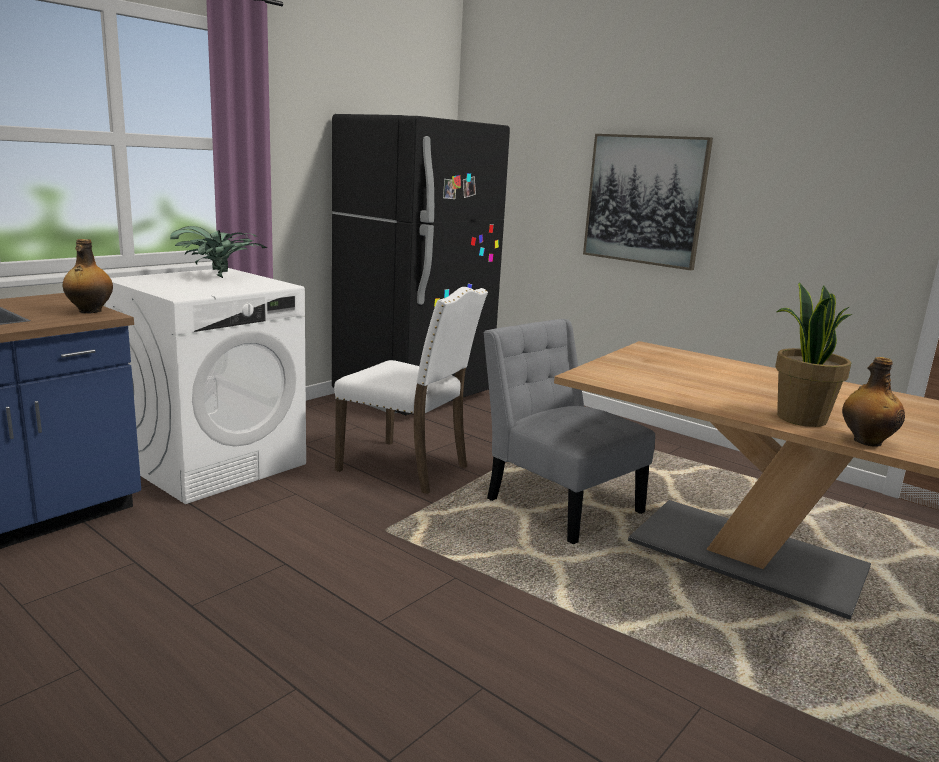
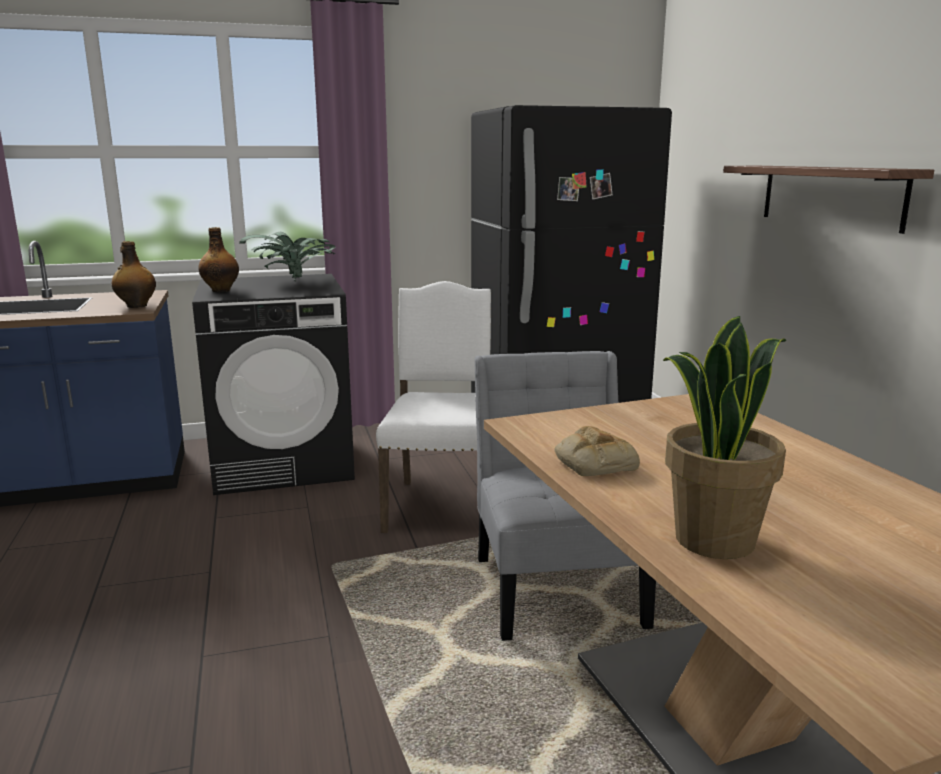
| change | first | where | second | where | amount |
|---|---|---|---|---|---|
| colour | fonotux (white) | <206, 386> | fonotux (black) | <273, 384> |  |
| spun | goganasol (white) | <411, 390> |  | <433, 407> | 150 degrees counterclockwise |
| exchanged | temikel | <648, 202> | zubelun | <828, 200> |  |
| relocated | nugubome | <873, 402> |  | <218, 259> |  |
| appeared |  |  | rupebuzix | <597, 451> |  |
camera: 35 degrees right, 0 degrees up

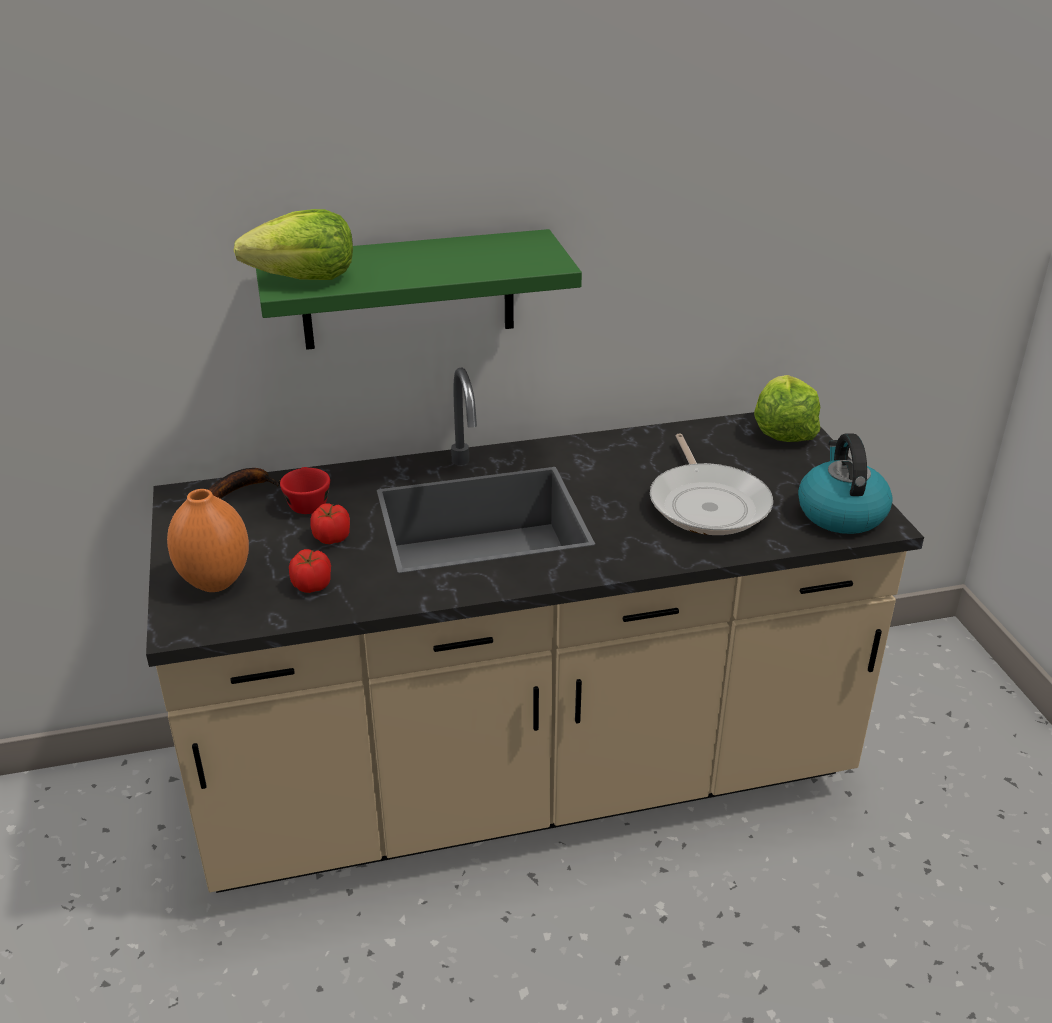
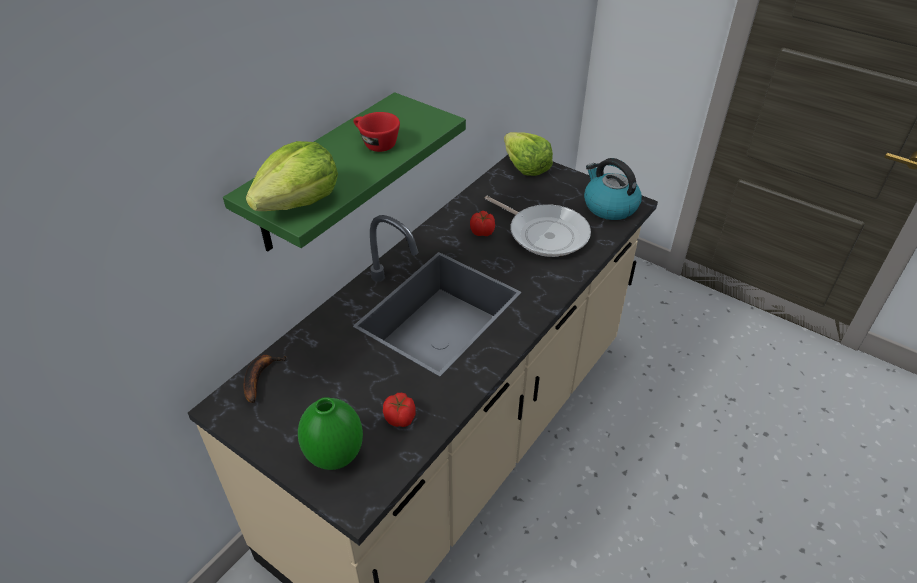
| change | first | where | second | where | amount |
|---|---|---|---|---|---|
| colour | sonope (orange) | <208, 540> | sonope (green) | <330, 433> |  |
| relocated | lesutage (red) | <305, 490> |  | <376, 132> |  |
| relocated | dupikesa | <330, 523> |  | <482, 223> |  |
camera: 40 degrees left, 10 degrees up

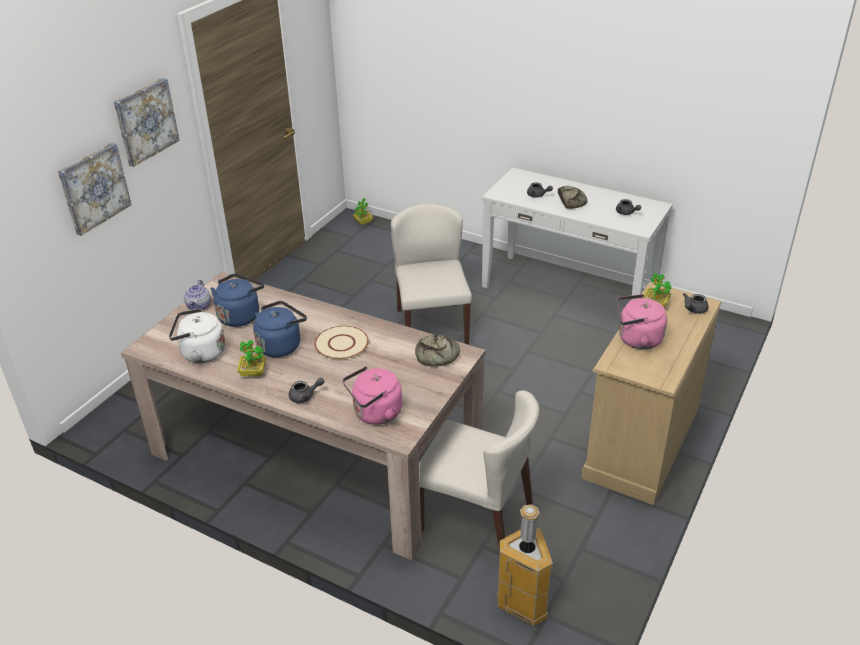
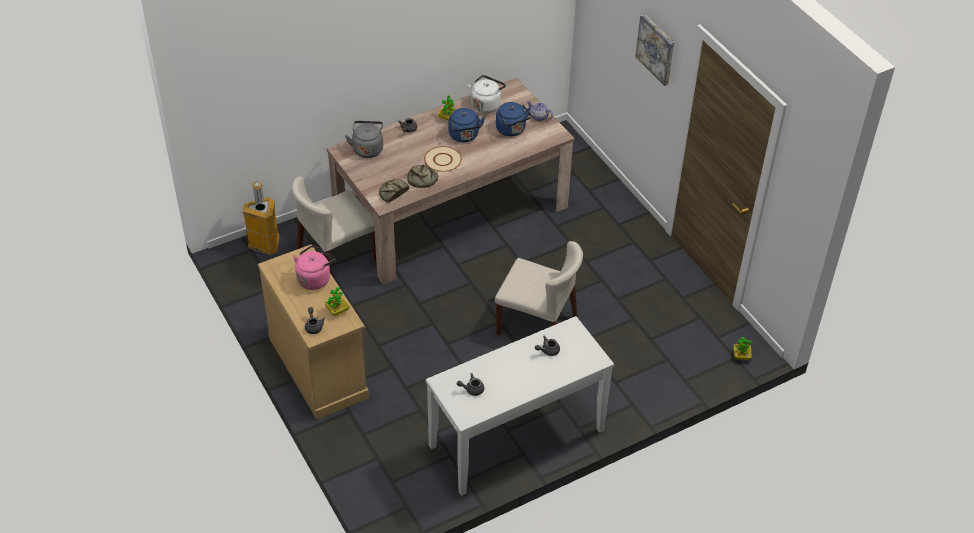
| change | first | where | second | where | amount |
|---|---|---|---|---|---|
| missing | temikel | <95, 189> |  |  |  |
| colour | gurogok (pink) | <372, 395> | gurogok (grey) | <364, 139> |  |
| relocated | rupebuzix | <572, 197> |  | <422, 176> |  |
camera: 120 degrees right, 10 degrees up

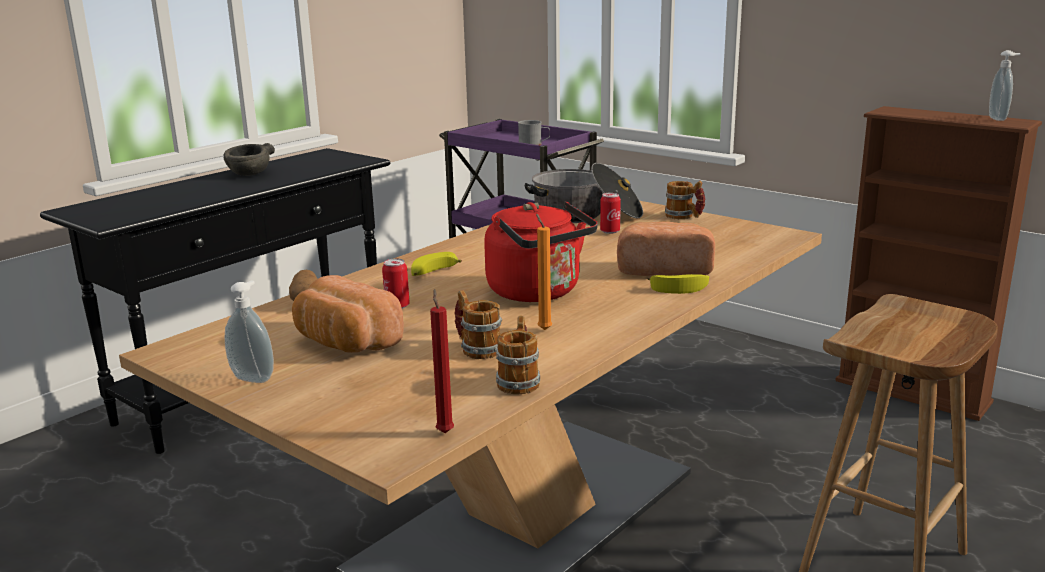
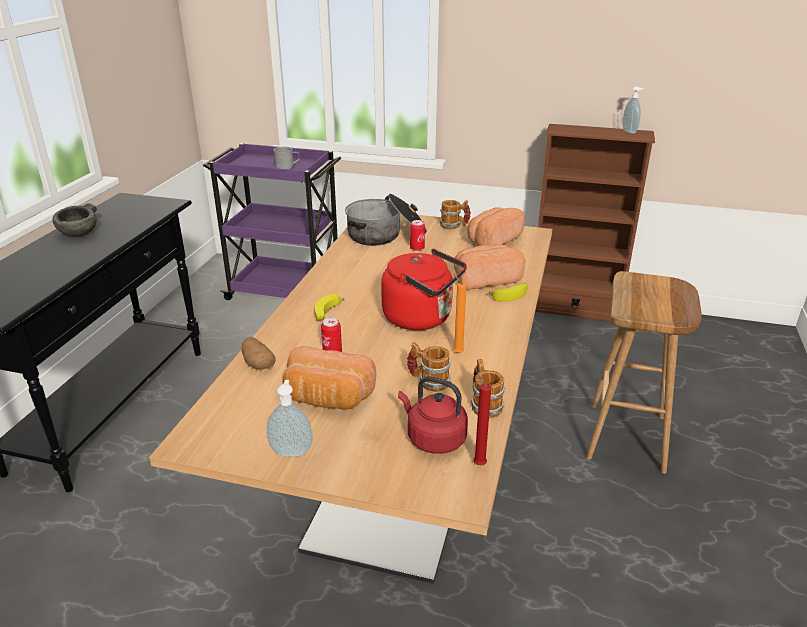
| change | first | where | second | where | amount |
|---|---|---|---|---|---|
| appeared |  |  | gurogok (red) | <433, 415> |  |
| appeared |  |  | rupebuzix | <496, 226> |  |
camera: 25 degrees left, 10 degrees up

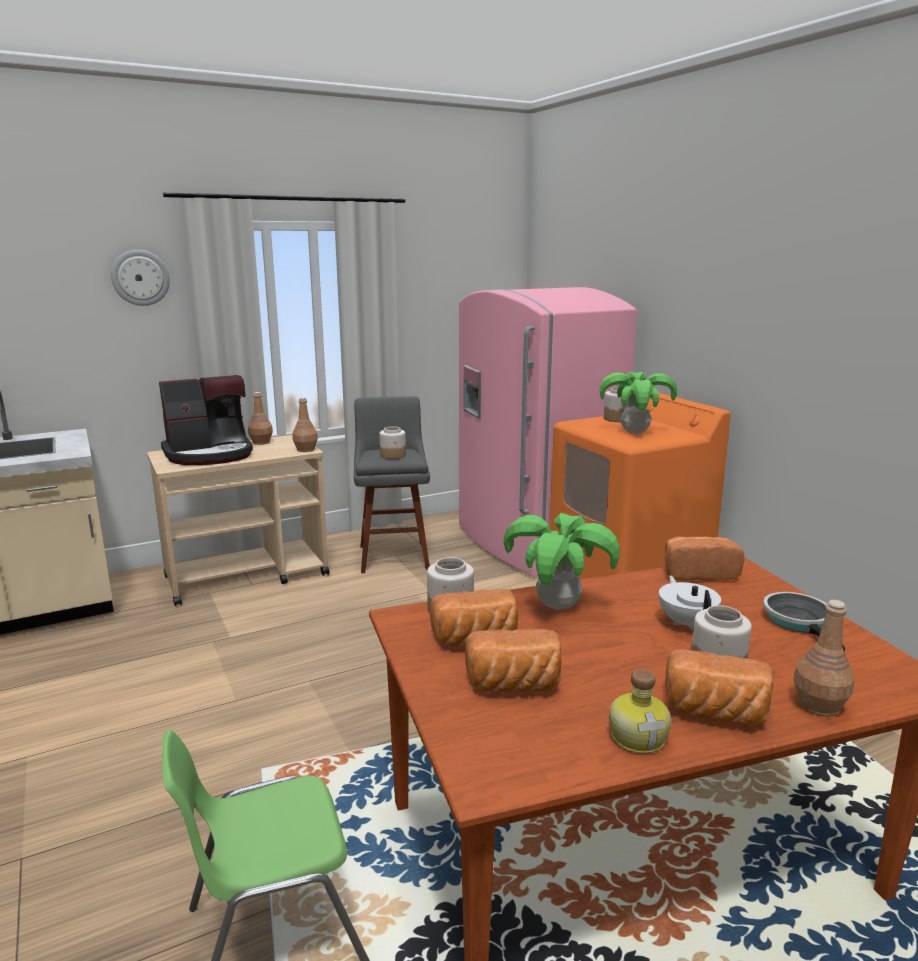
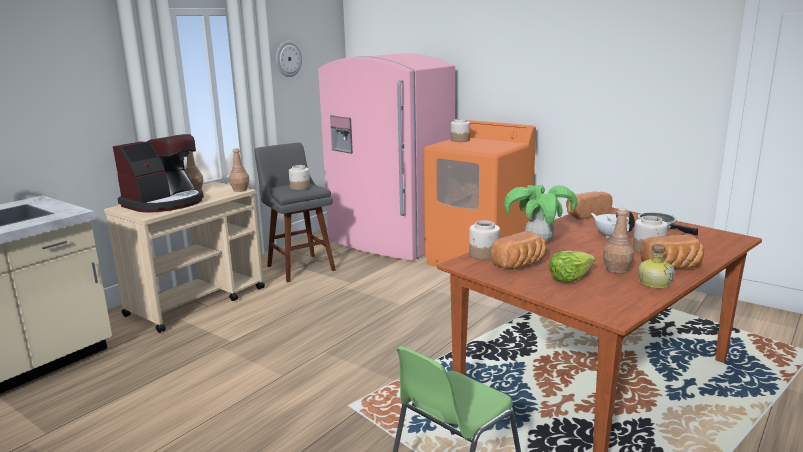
| change | first | where | second | where | amount |
|---|---|---|---|---|---|
| relocated | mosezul | <140, 278> |  | <289, 59> |  |
| exchanged | rupebuzix | <513, 660> | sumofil | <572, 267> |  |
| missing | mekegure | <638, 403> |  |  |  |
| relocated | nugubome (brown) | <824, 658> |  | <619, 241> |  |
camera: 25 degrees left, 0 degrees up

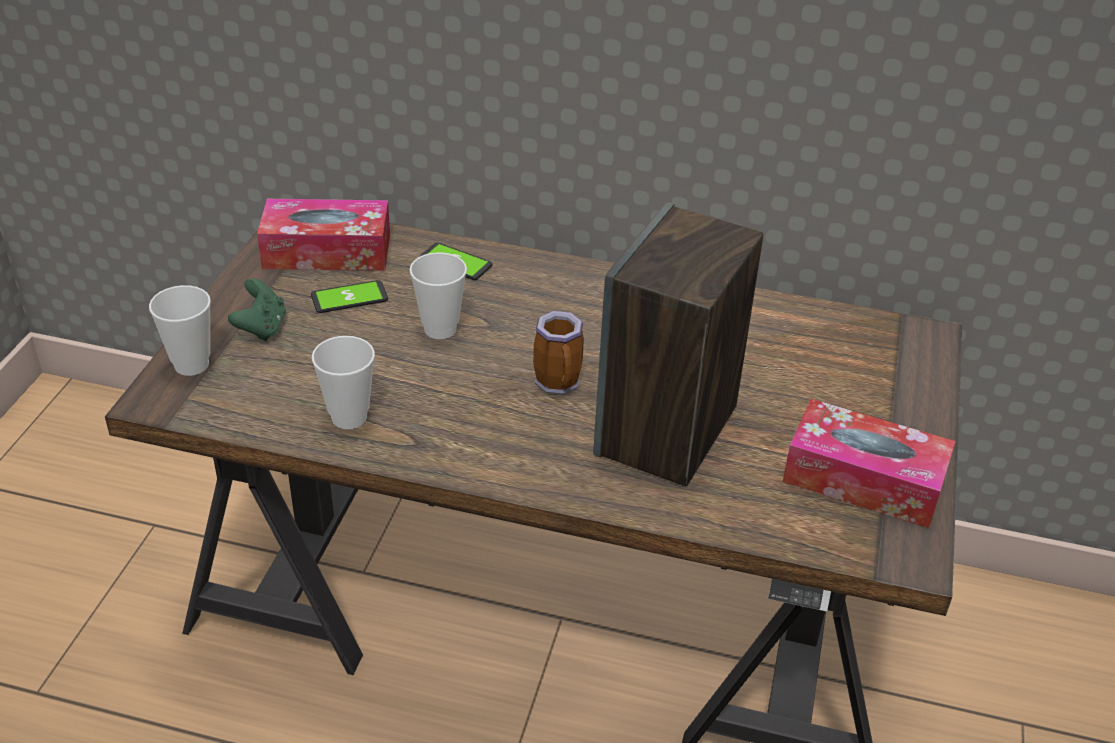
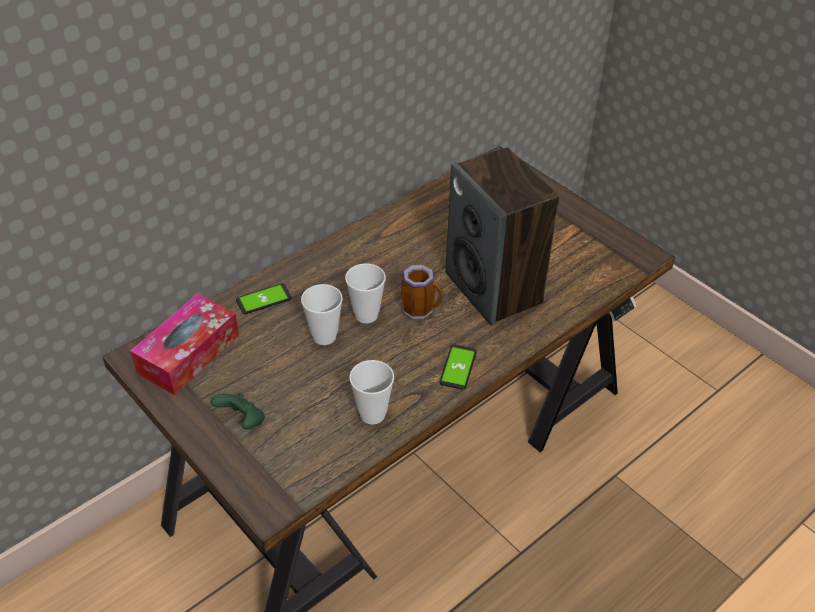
| change | first | where | second | where | amount |
|---|---|---|---|---|---|
| relocated | lesutage | <180, 330> |  | <365, 293> |  |
| relocated | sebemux | <349, 296> |  | <458, 367> |  |
| missing | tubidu | <869, 463> |  |  |  |
camera: 55 degrees left, 5 degrees up

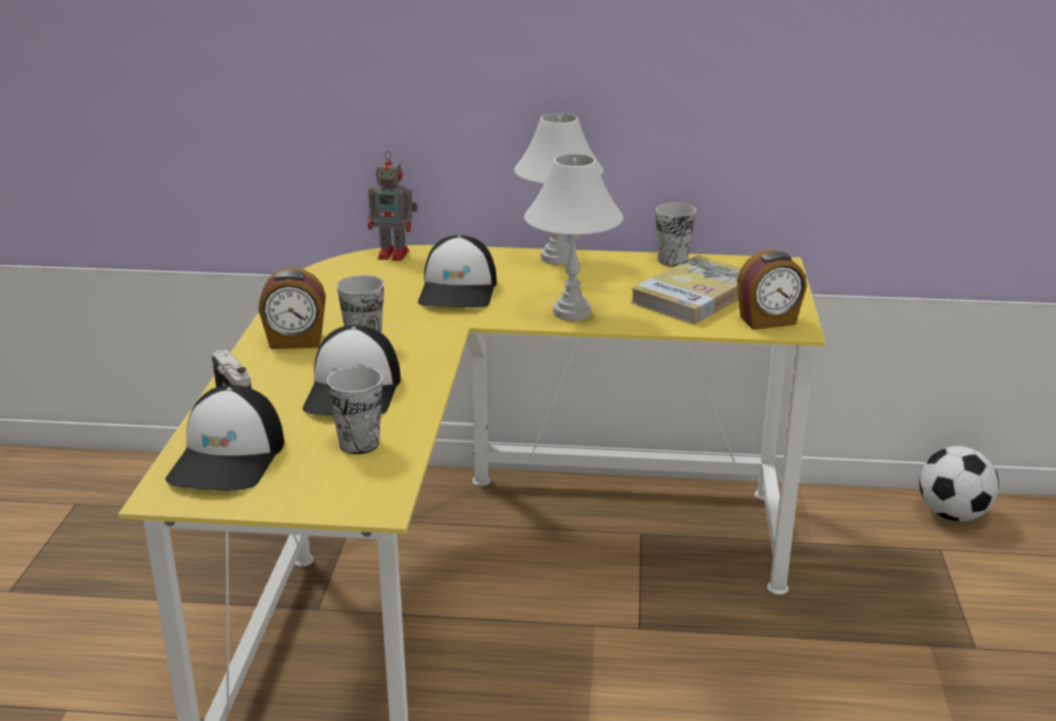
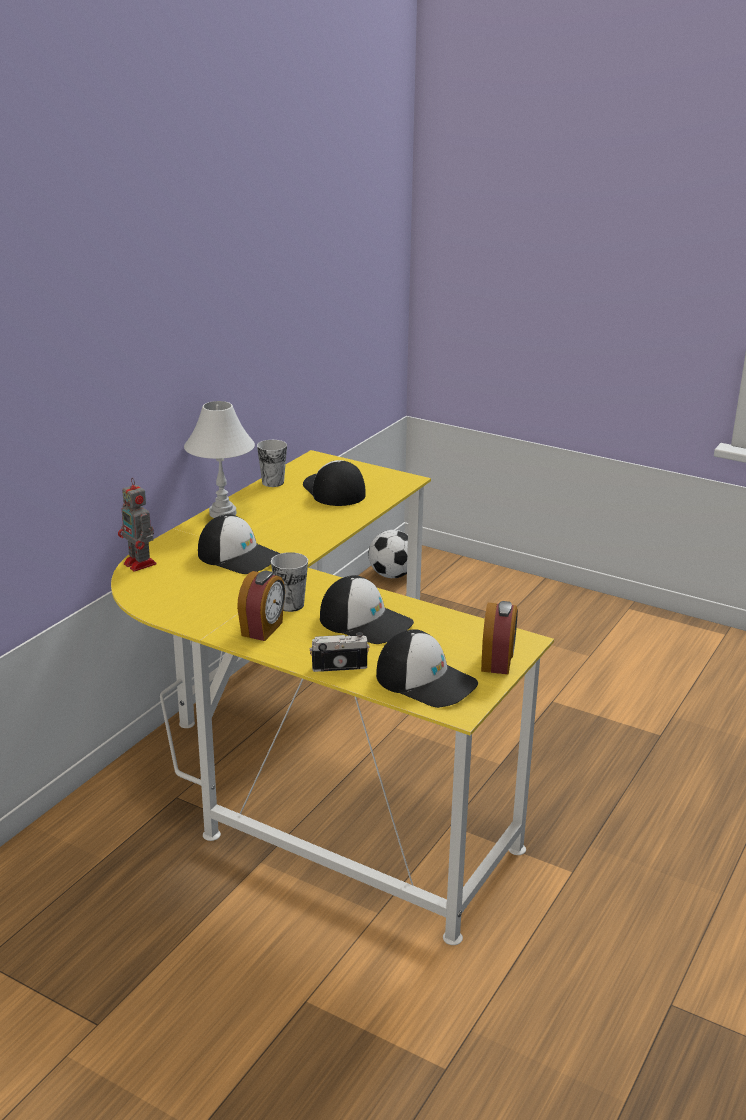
| change | first | where | second | where | amount |
|---|---|---|---|---|---|
| missing | lesutage | <355, 410> |  |  |  |
| spun | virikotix | <393, 206> |  | <137, 525> | 105 degrees clockwise |
| missing | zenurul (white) | <573, 237> |  |  |  |
| exchanged | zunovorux | <685, 289> | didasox | <334, 483> |  |
| relocated | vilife | <772, 290> |  | <499, 638> |  |
camera: 65 degrees left, 0 degrees up

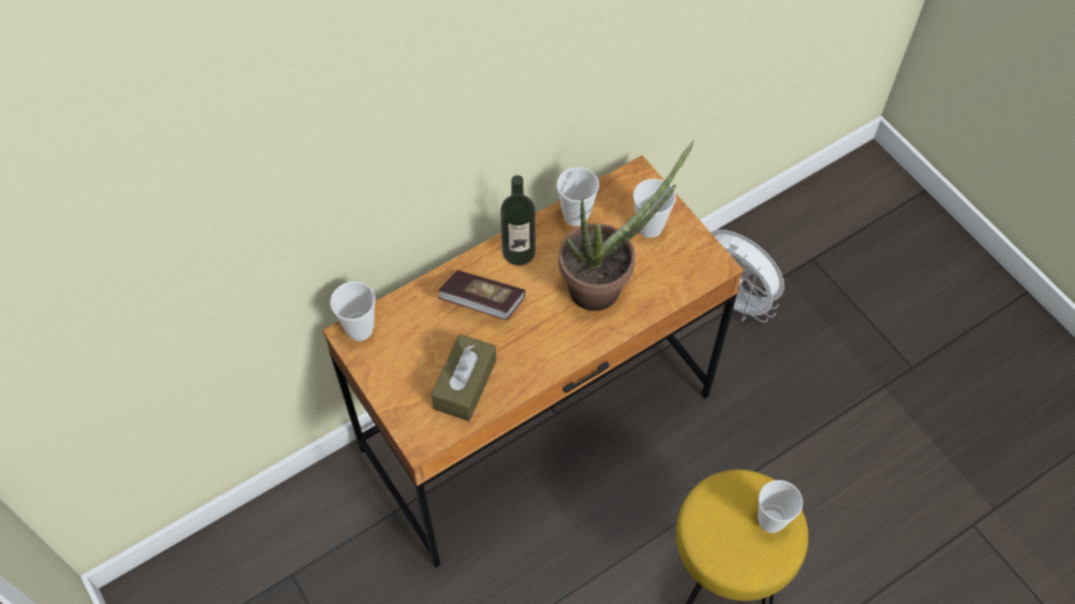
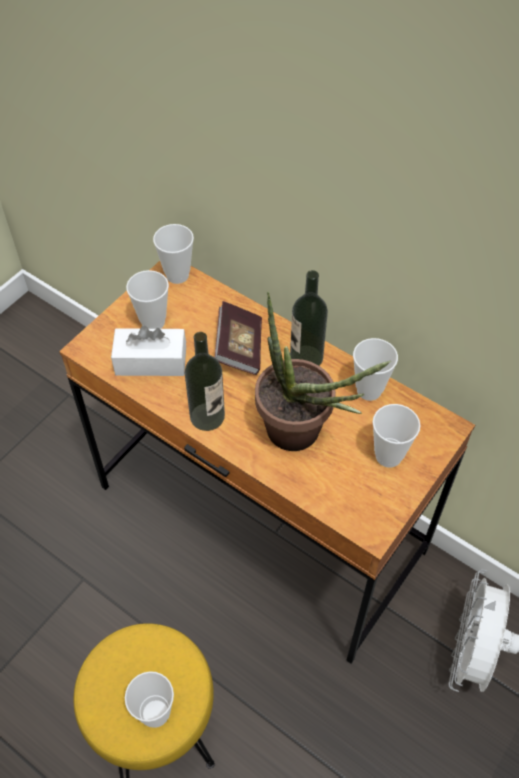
| change | first | where | second | where | amount |
|---|---|---|---|---|---|
| colour | tubidu (brown) | <463, 377> | tubidu (white) | <148, 351> |  |
| appeared |  |  | lesutage | <147, 299> |  |
| appeared |  |  | nugubome | <205, 381> |  |
camera: 70 degrees right, 5 degrees down

